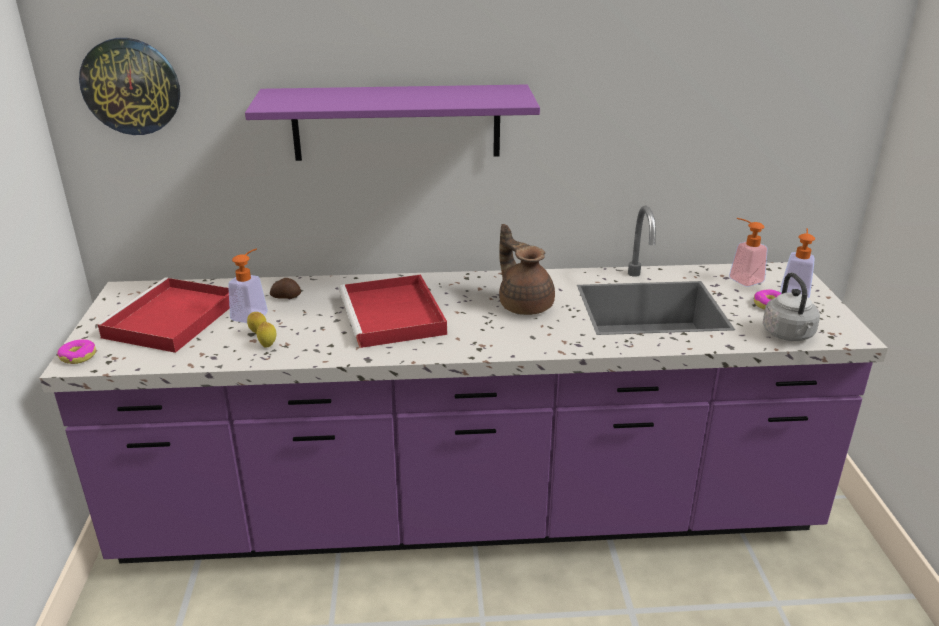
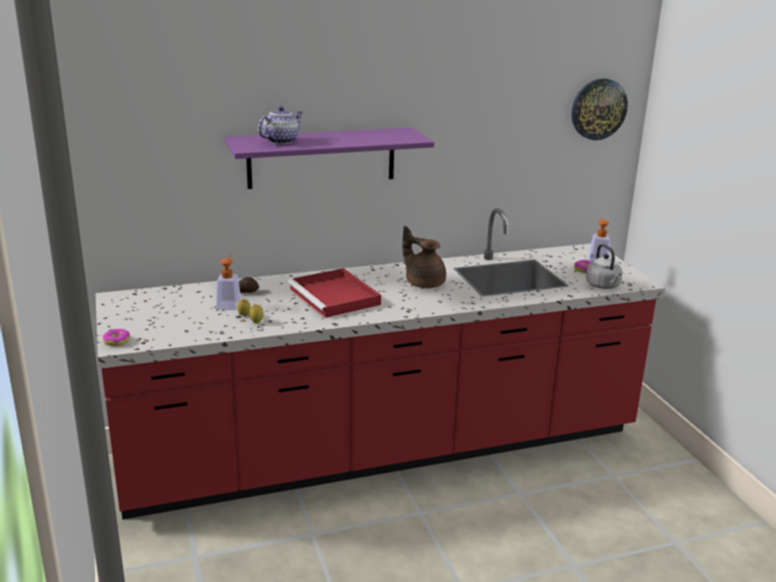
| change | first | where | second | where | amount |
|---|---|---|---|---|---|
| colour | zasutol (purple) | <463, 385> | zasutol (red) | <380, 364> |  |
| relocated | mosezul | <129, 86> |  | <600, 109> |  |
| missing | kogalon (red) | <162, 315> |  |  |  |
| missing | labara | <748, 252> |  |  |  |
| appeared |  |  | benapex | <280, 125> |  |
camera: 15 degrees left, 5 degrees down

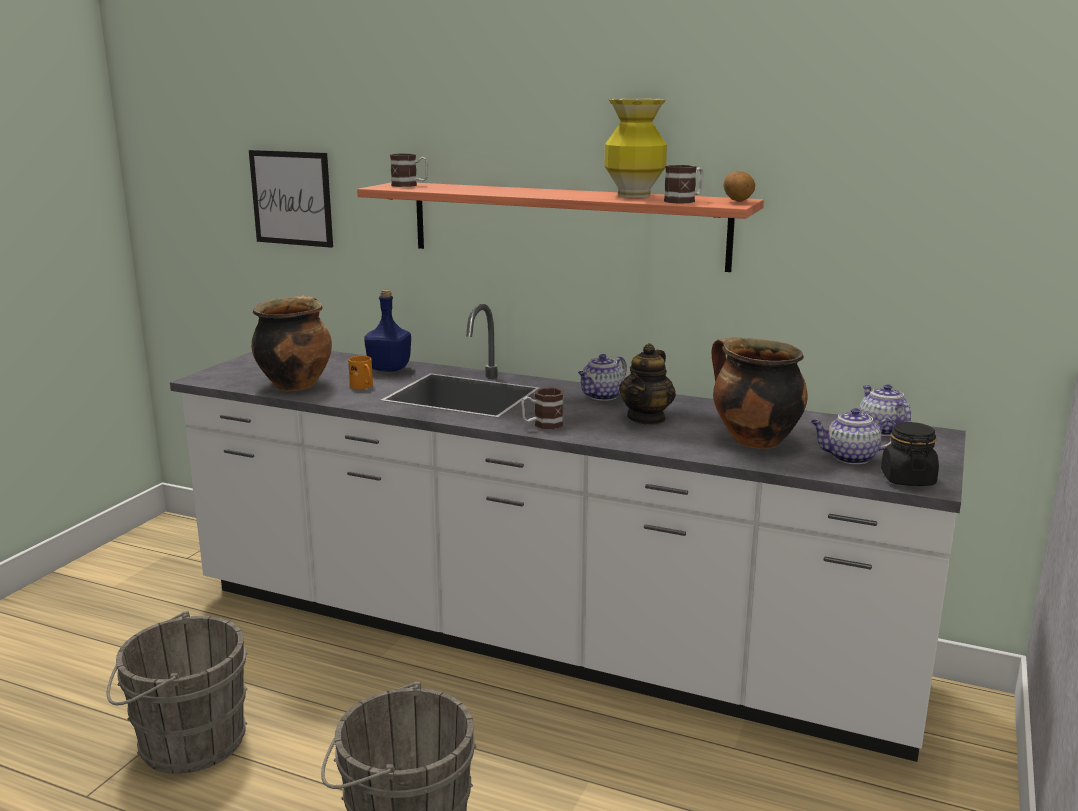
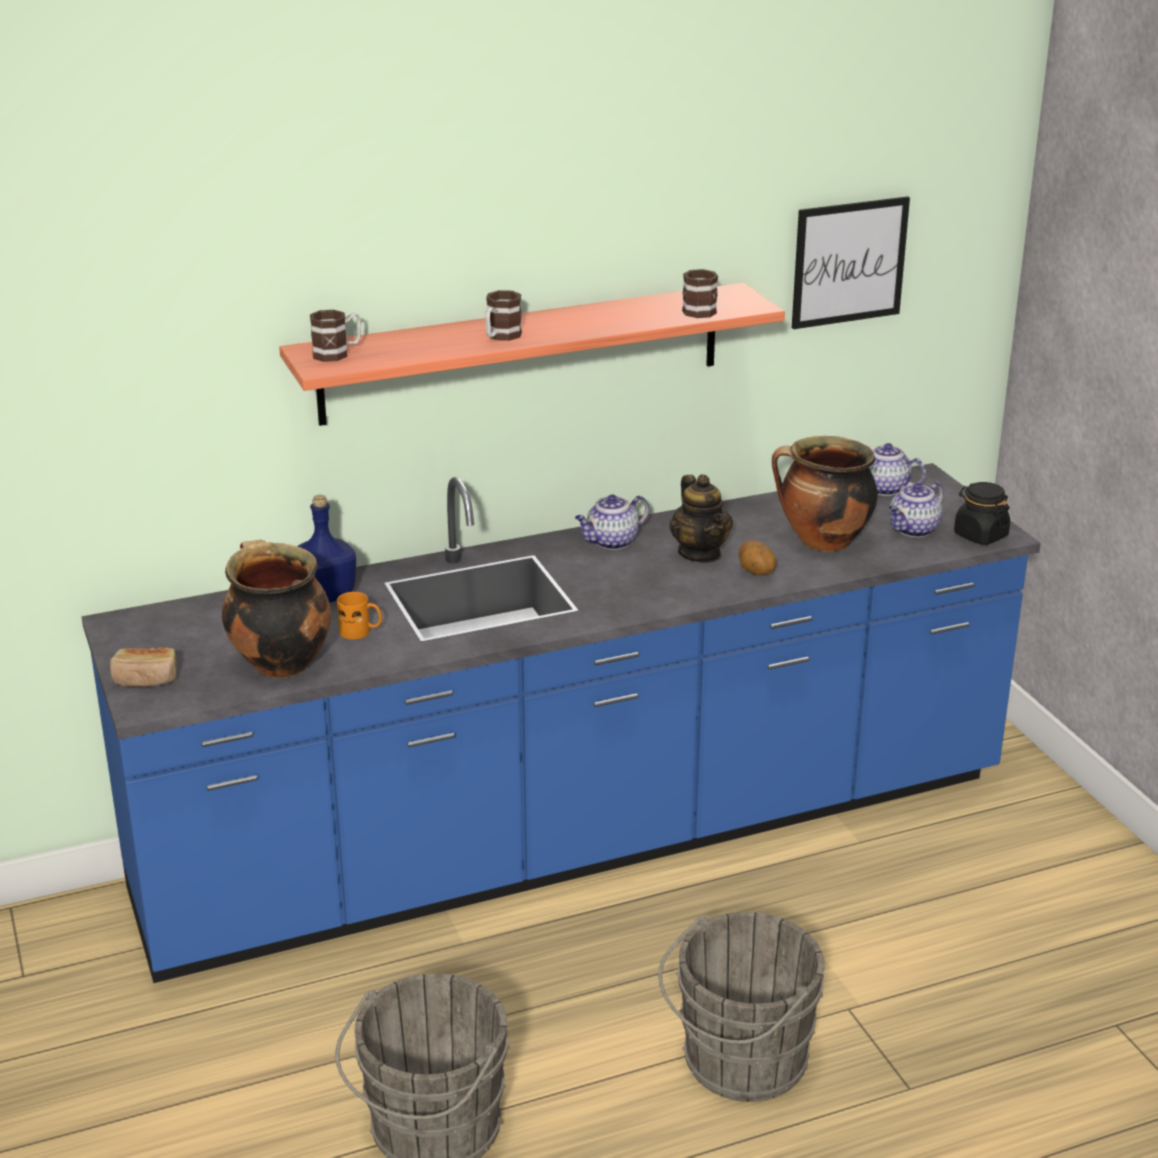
| change | first | where | second | where | amount |
|---|---|---|---|---|---|
| colour | zasutol (white) | <568, 533> | zasutol (blue) | <561, 723> |  |
| relocated | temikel | <291, 199> |  | <851, 262> |  |
| relocated | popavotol | <542, 408> |  | <503, 315> |  |
| spun | benapex | <602, 377> |  | <612, 522> | 60 degrees clockwise |
| missing | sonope | <636, 148> |  |  |  |
| relocated | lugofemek | <739, 186> |  | <758, 557> |  |
| appeared |  |  | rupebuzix | <143, 667> |  |
camera: 45 degrees left, 10 degrees up

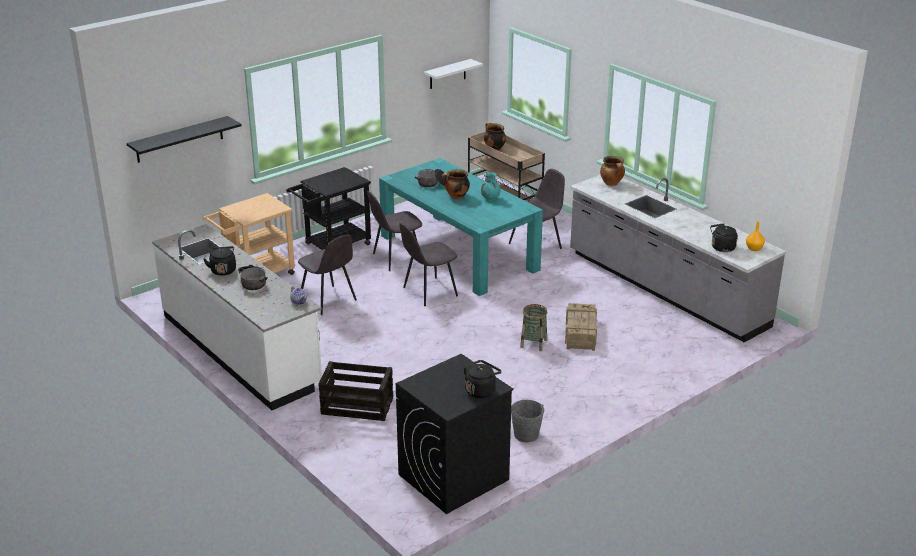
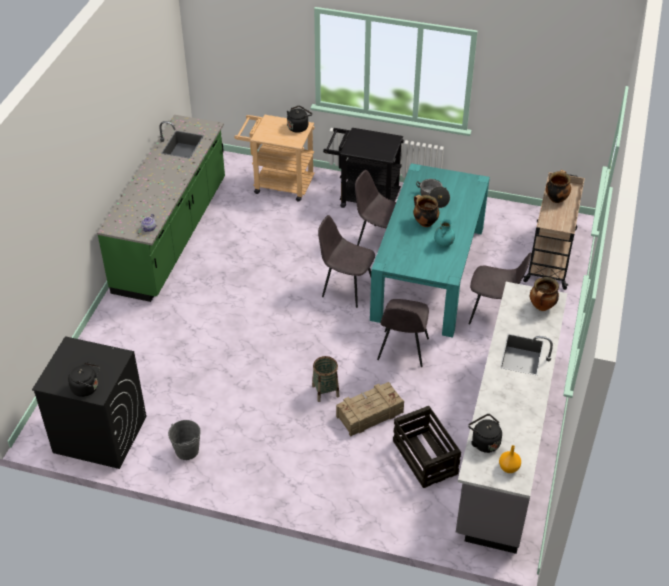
| change | first | where | second | where | amount |
|---|---|---|---|---|---|
| missing | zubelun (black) | <184, 139> |  |  |  |
| colour | zasutol (white) | <237, 317> | zasutol (green) | <161, 208> |  |
| relocated | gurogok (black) | <220, 261> |  | <299, 119> |  |
| missing | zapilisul | <253, 277> |  |  |  |
| relocated | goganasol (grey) | <327, 274> |  | <403, 333> |  |
| relocated | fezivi | <356, 391> |  | <427, 447> |  |
| missing | zubelun (white) | <453, 74> |  |  |  |
camera: 55 degrees right, 15 degrees up

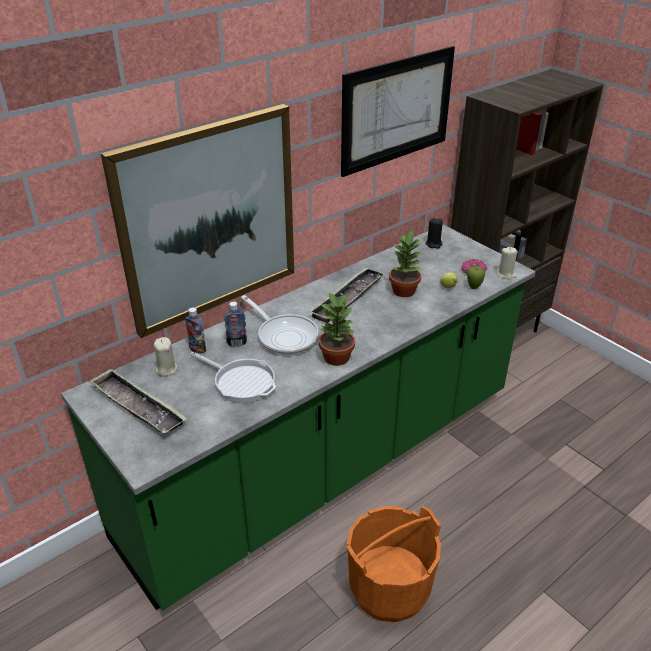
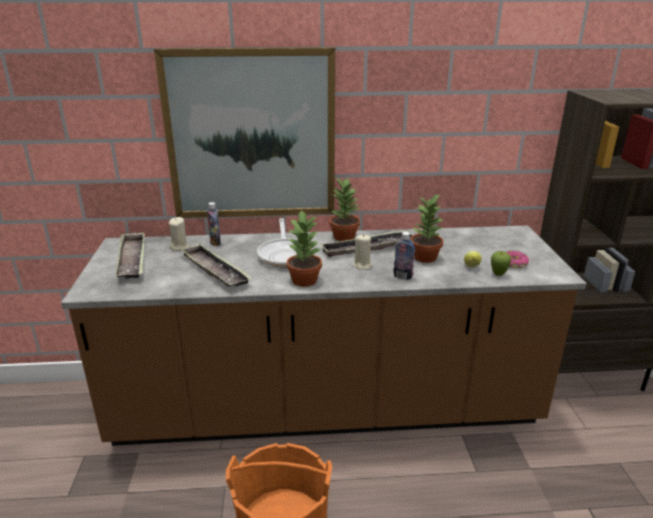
| change | first | where | second | where | amount |
|---|---|---|---|---|---|
| colour | zasutol (green) | <298, 418> | zasutol (brown) | <324, 336> |  |
| exchanged | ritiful | <233, 377> | kogalon | <215, 265> |  |
| relocated | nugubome | <235, 324> |  | <404, 256> |  |
| missing | temikel | <398, 111> |  |  |  |
| missing | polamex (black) | <434, 233> |  |  |  |
| relocated | polamex (beige) | <507, 263> |  | <362, 252> |  |
| appeared |  |  | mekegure | <344, 209> |  |
camera: 35 degrees right, 10 degrees down

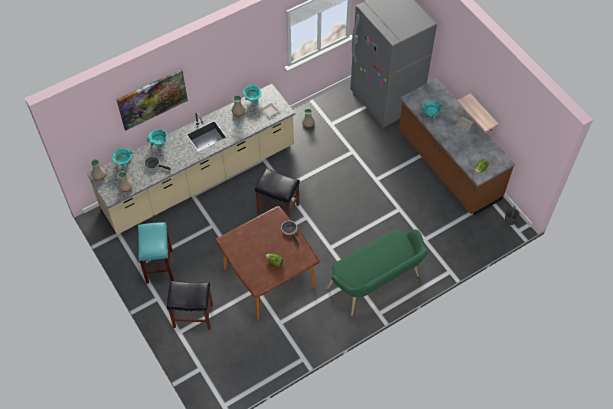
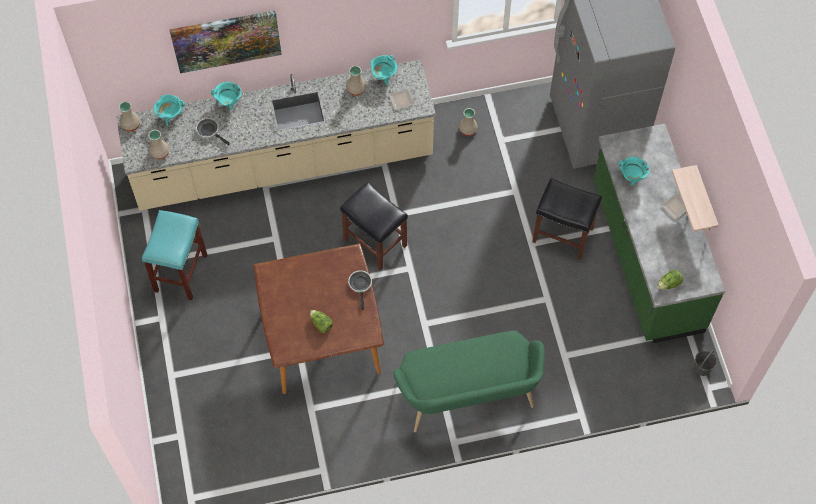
| change | first | where | second | where | amount |
|---|---|---|---|---|---|
| relocated | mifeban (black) | <190, 305> |  | <567, 219> |  |
| colour | zasutol (brown) | <457, 147> | zasutol (green) | <659, 233> |  |
camera: 20 degrees right, 5 degrees up

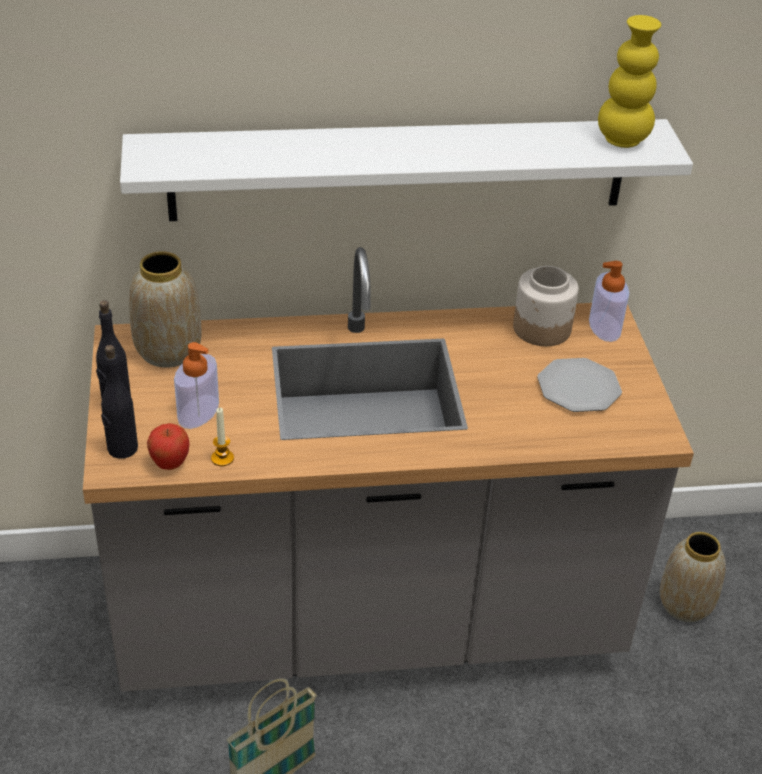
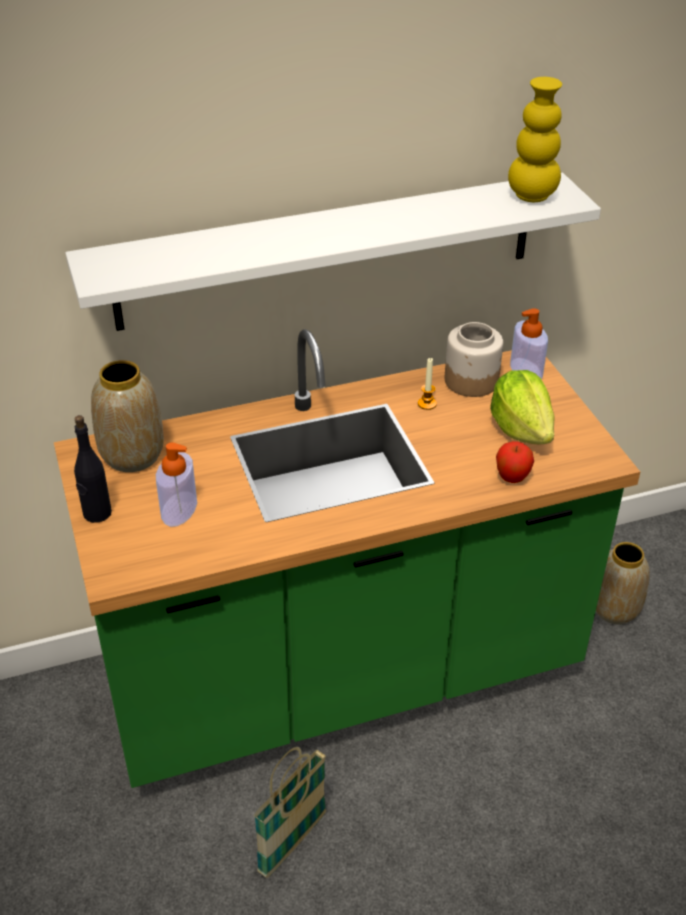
| change | first | where | second | where | amount |
|---|---|---|---|---|---|
| colour | zasutol (grey) | <388, 469> | zasutol (green) | <347, 558> |  |
| missing | nugubome (black) | <119, 402> |  |  |  |
| relocated | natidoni | <168, 446> |  | <515, 462> |  |
| relocated | polamex | <222, 437> |  | <427, 384> |  |
| exchanged | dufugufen | <579, 385> | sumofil | <522, 407> |  |
camera: 10 degrees left, 0 degrees up

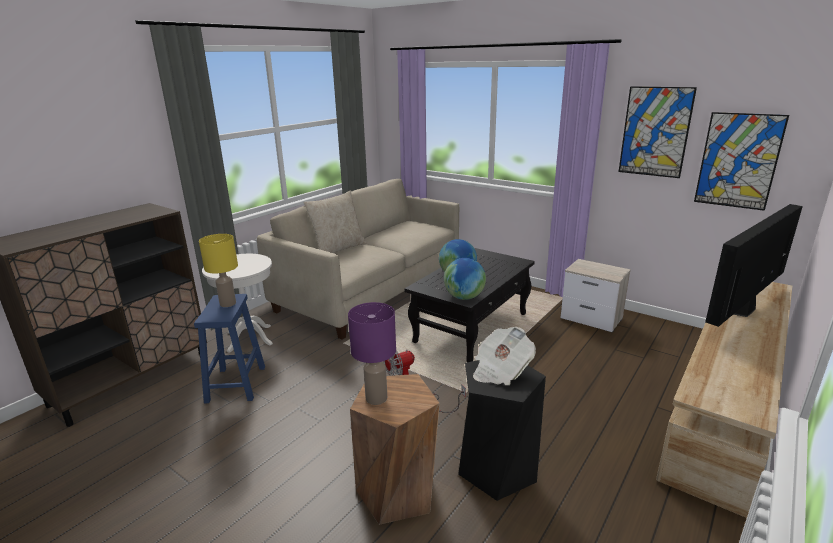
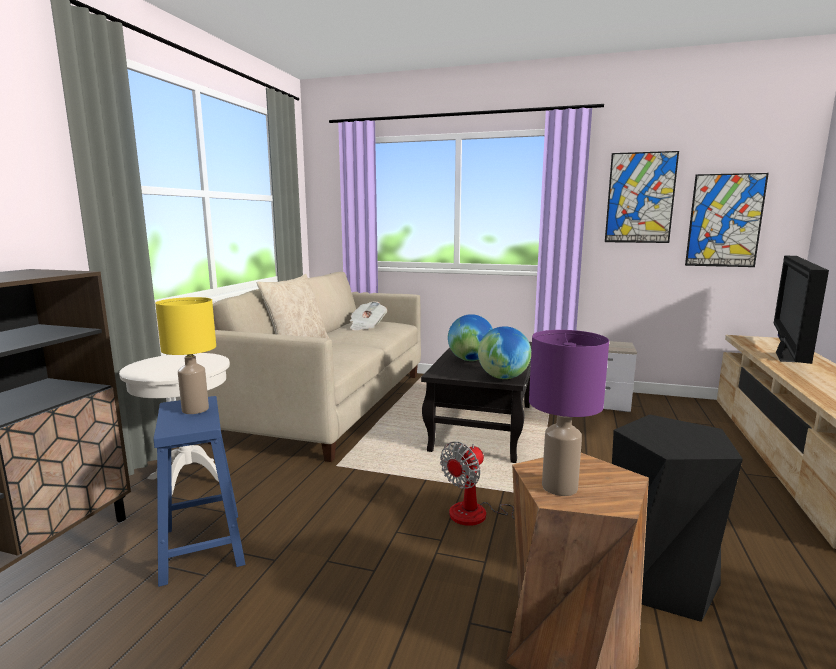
| change | first | where | second | where | amount |
|---|---|---|---|---|---|
| relocated | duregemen | <504, 356> |  | <368, 315> |  |
camera: 20 degrees left, 10 degrees down

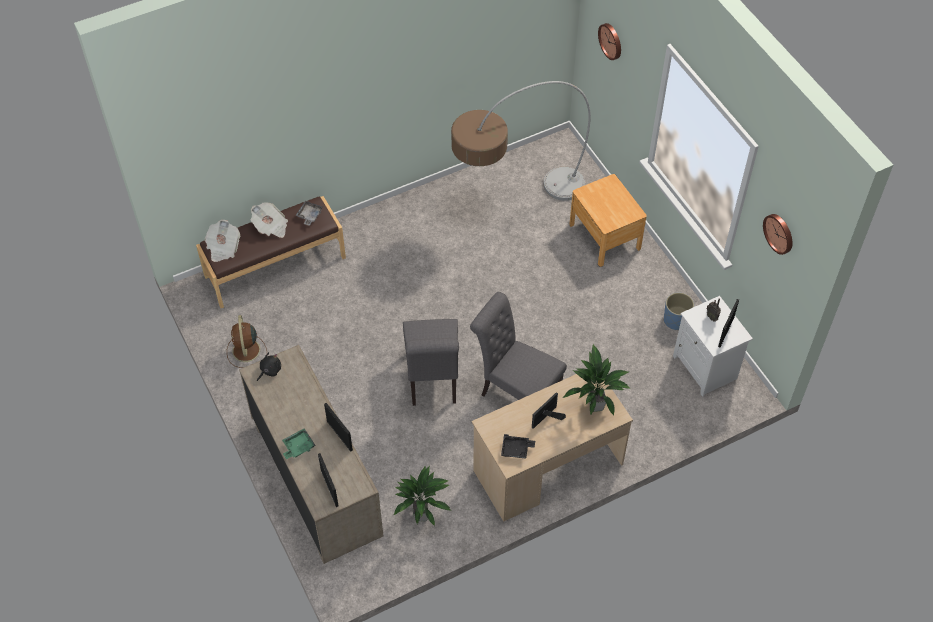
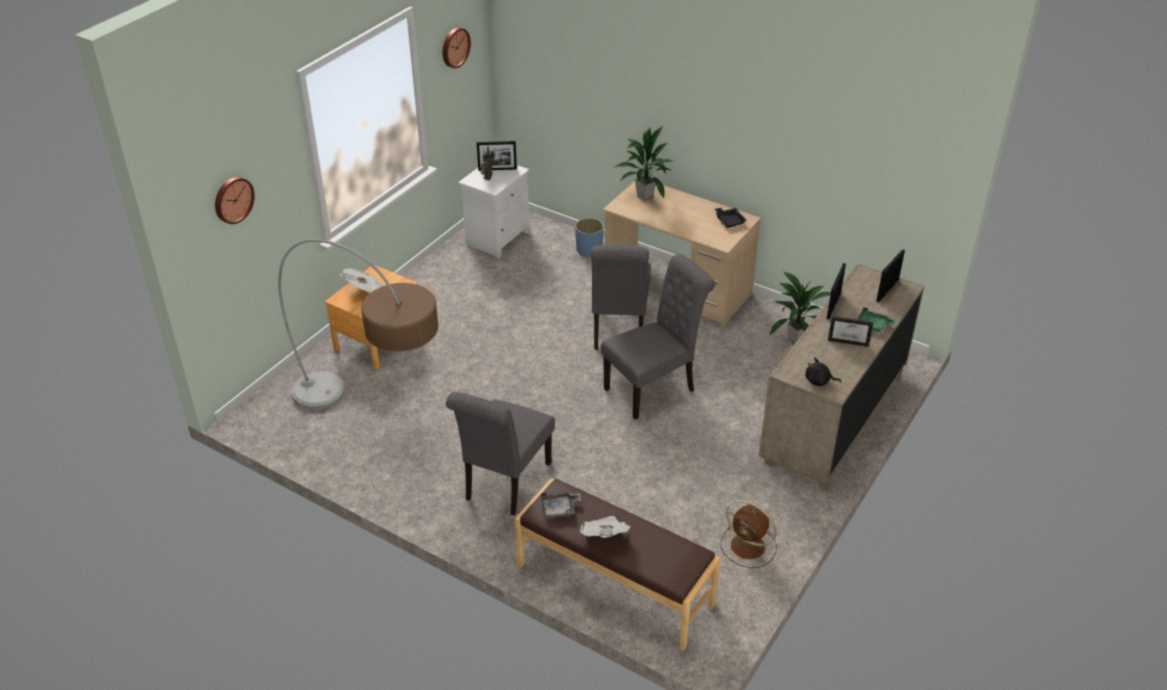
| change | first | where | second | where | amount |
|---|---|---|---|---|---|
| relocated | duregemen | <222, 241> |  | <362, 280> |  |
| spun | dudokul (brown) | <247, 341> |  | <749, 534> | 75 degrees clockwise |
| relocated | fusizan | <549, 410> |  | <850, 331> |  |
| relocated | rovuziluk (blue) | <679, 311> |  | <589, 237> |  |
| appeared |  |  | goganasol (grey) | <500, 454> |  |
camera: 120 degrees left, 15 degrees down

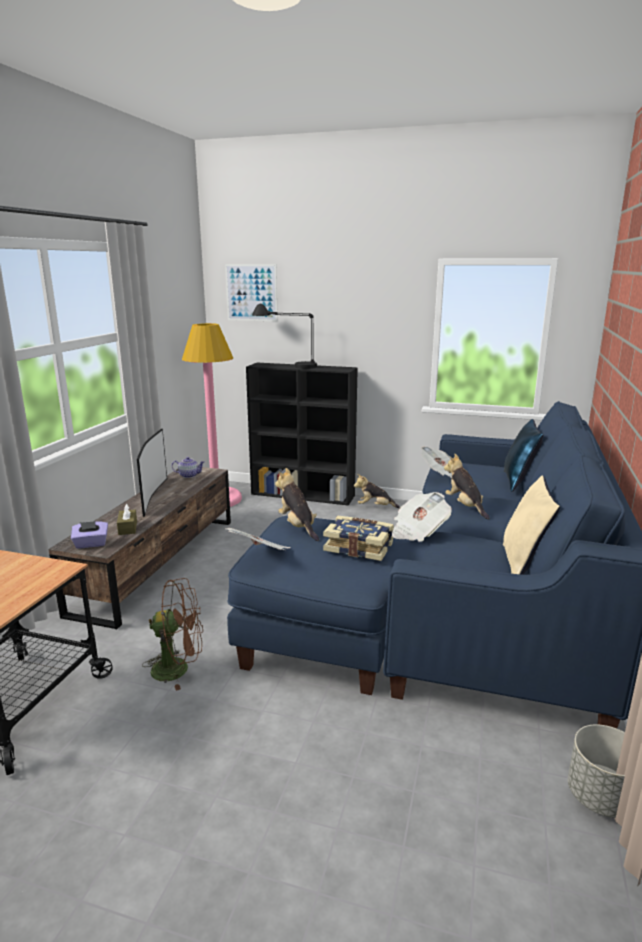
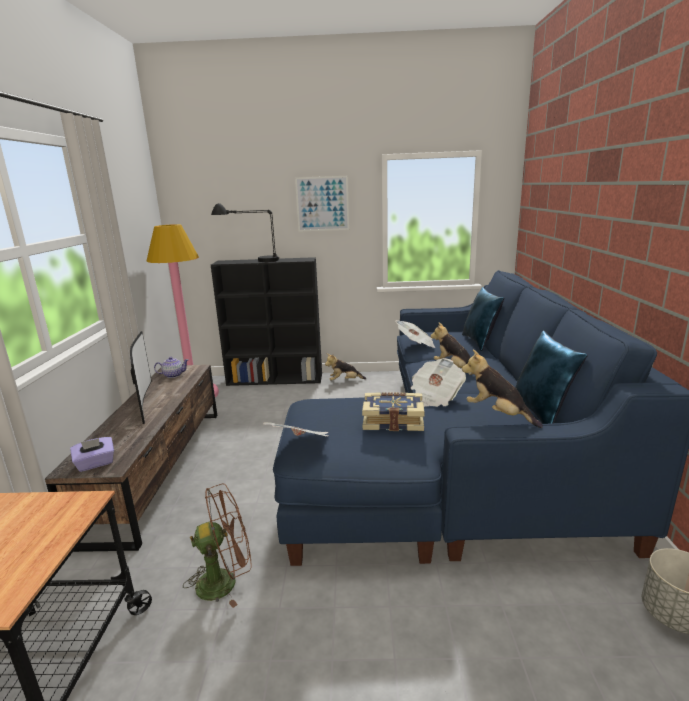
| change | first | where | second | where | amount |
|---|---|---|---|---|---|
| missing | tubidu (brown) | <127, 519> |  |  |  |
| relocated | temikel | <251, 292> |  | <322, 204> |  |
| relocated | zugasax | <297, 504> |  | <502, 389> |  |
| colour | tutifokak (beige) | <531, 525> | tutifokak (blue) | <551, 377> |  |
camera: 15 degrees left, 0 degrees up

